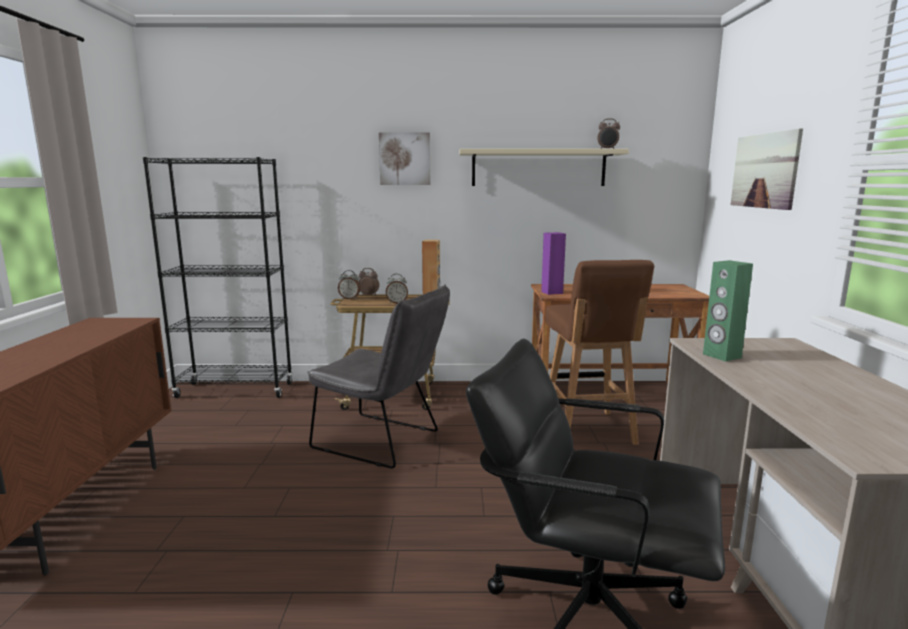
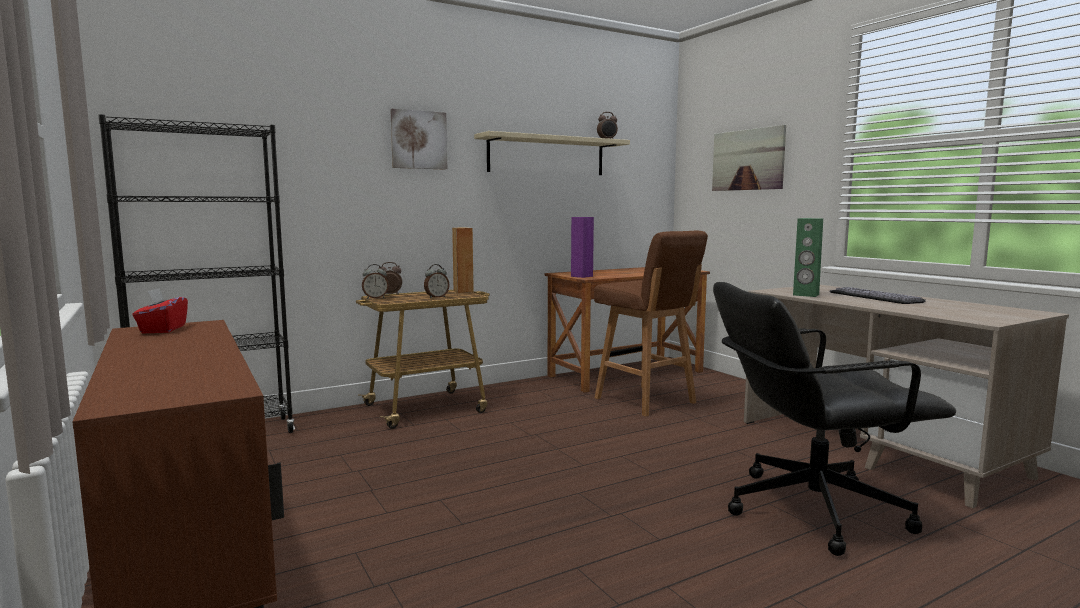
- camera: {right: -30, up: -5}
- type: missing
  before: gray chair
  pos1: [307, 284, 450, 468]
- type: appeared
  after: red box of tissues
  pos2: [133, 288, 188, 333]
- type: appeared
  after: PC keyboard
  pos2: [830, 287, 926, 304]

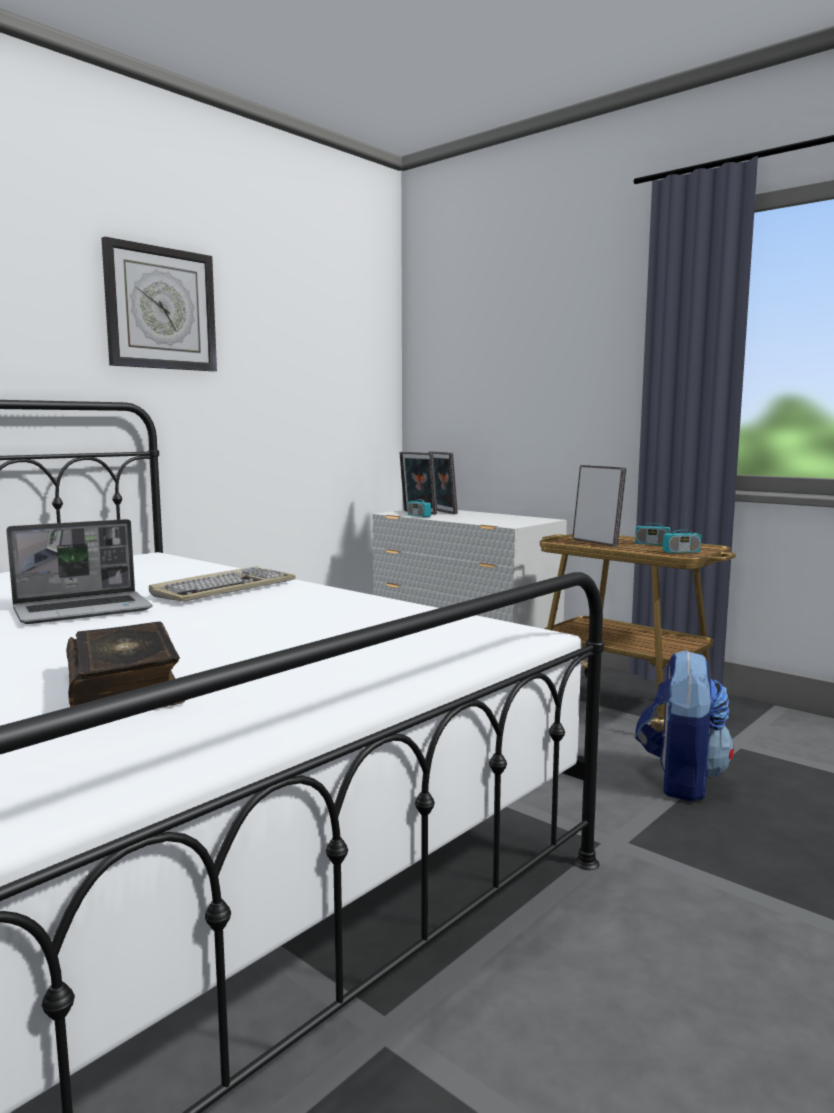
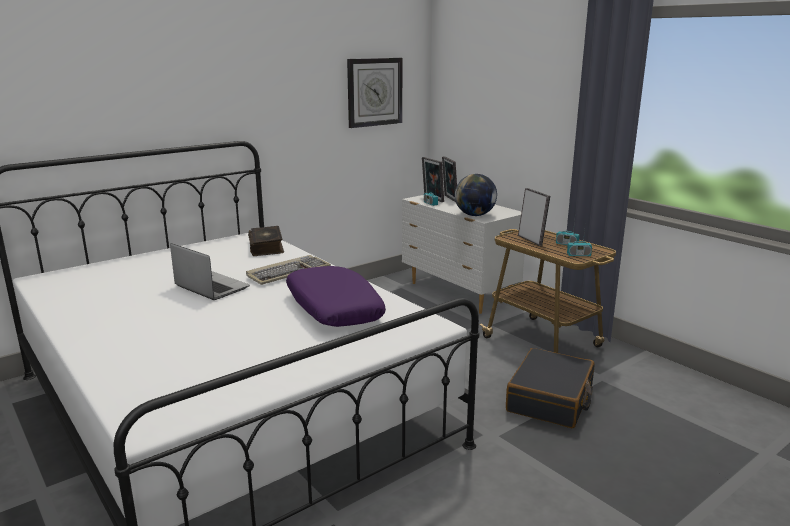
- camera: {right: 10, up: 10}
- type: spun
  before: notebook computer
  pos1: [6, 519, 153, 624]
  pos2: [170, 243, 250, 300]
  turn: -120
- type: relocated
  before: bound book
  pos1: [66, 622, 185, 707]
  pos2: [248, 226, 284, 256]
- type: relocated
  before: hanging clock
  pos1: [101, 237, 217, 371]
  pos2: [347, 58, 402, 128]
- type: exchanged
  before: rucksack
  after: black suitcase
  pos1: [635, 649, 734, 801]
  pos2: [506, 348, 594, 428]
- type: appeared
  after: purple throw pillow
  pos2: [286, 266, 386, 327]
- type: appeared
  after: world globe
  pos2: [455, 174, 497, 216]

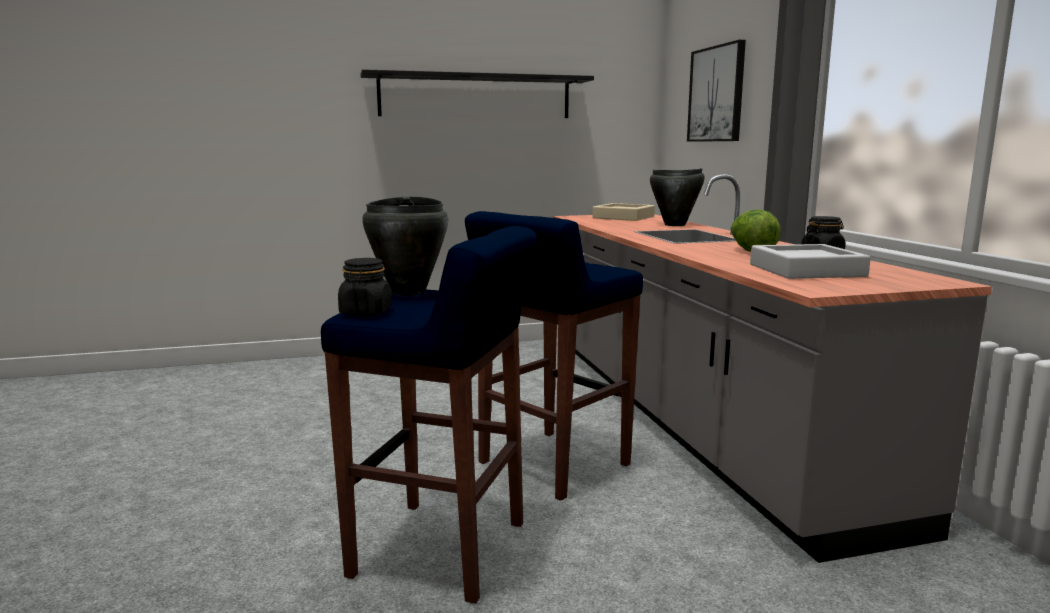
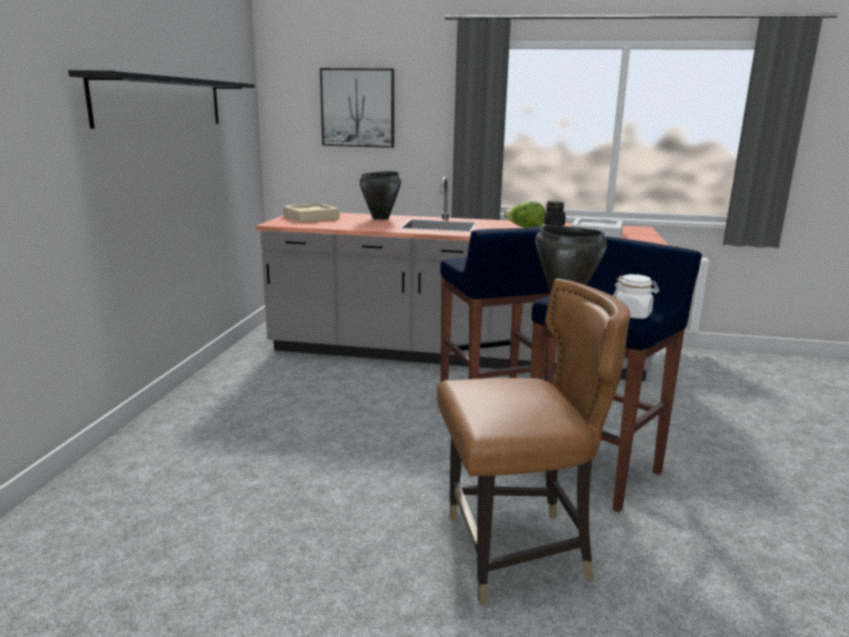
- camera: {right: -65, up: 5}
- type: colour
  before: black jar
  after: white jar
  pos1: [338, 258, 392, 316]
  pos2: [613, 274, 659, 319]
- type: appeared
  after: brown chair
  pos2: [437, 279, 630, 604]

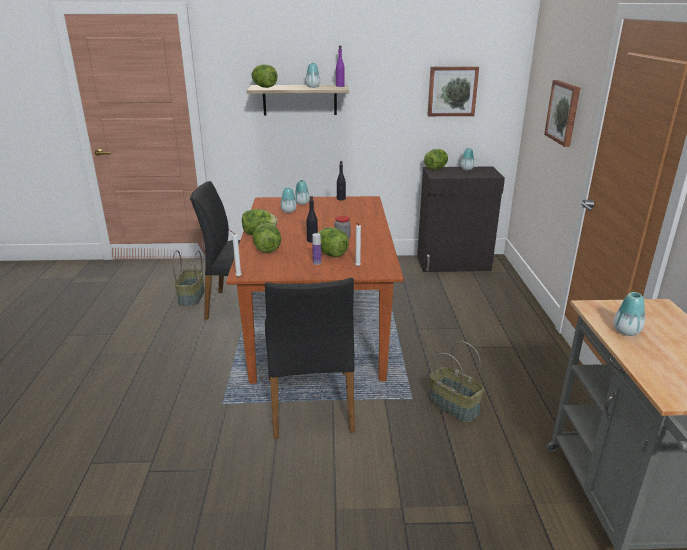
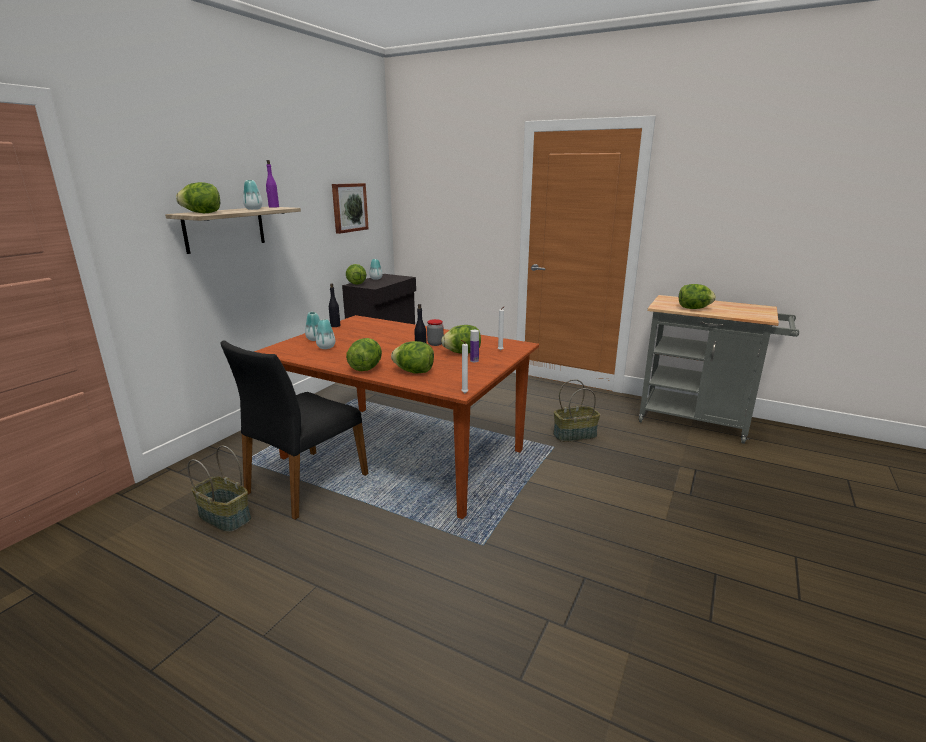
- camera: {right: -60, up: -5}
- type: missing
  before: black chair
  pos1: [265, 278, 355, 439]
- type: missing
  before: wall picture
  pos1: [544, 80, 580, 147]
- type: exchanged
  before: decorative vase
  after: head of lettuce
  pos1: [613, 292, 645, 336]
  pos2: [679, 284, 716, 309]

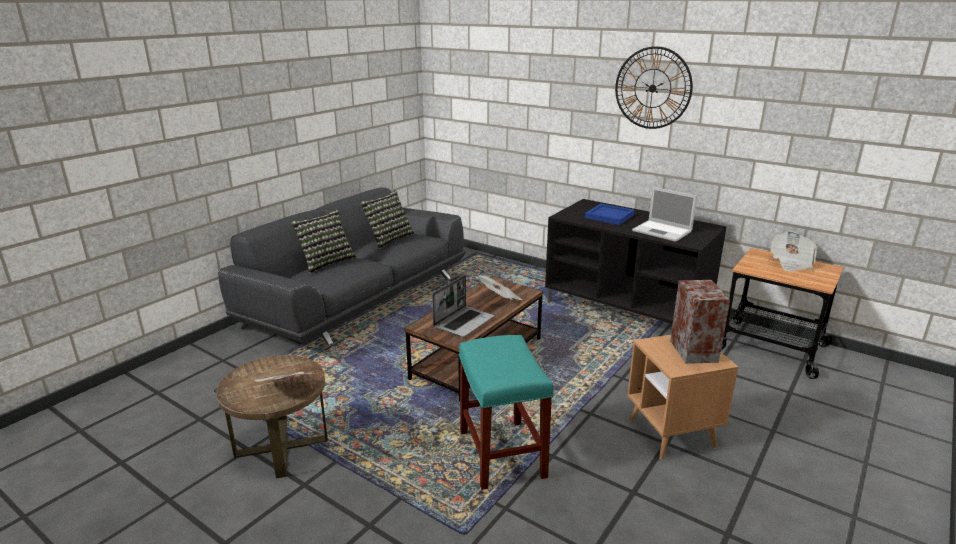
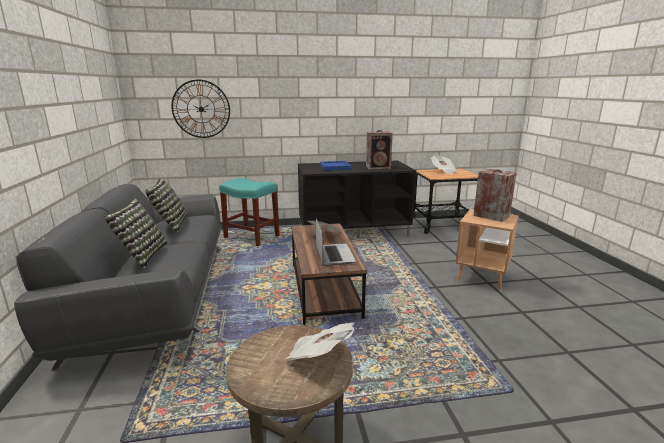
- camera: {right: -45, up: -5}
- type: relocated
  before: turquoise sitting stool
  pos1: [459, 335, 554, 490]
  pos2: [219, 178, 280, 246]
- type: relocated
  before: hanging clock
  pos1: [615, 46, 693, 129]
  pos2: [171, 79, 230, 138]
- type: exchanged
  before: notebook computer
  after: speaker
  pos1: [632, 187, 697, 242]
  pos2: [366, 130, 393, 169]

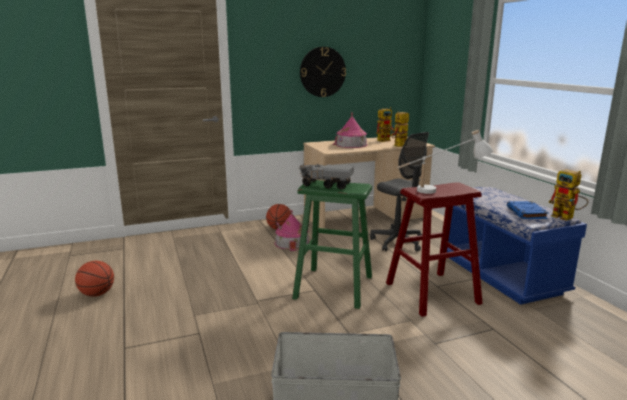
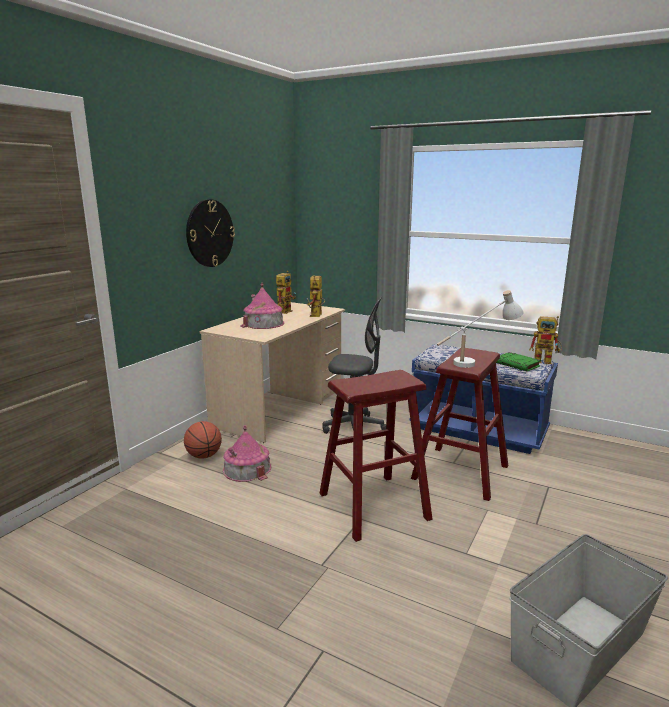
- camera: {right: -40, up: 0}
- type: missing
  before: basketball
  pos1: [75, 261, 114, 297]
- type: colour
  before: green-coloured sitting stool
  after: red sitting stool
  pos1: [292, 180, 372, 309]
  pos2: [320, 370, 432, 542]
- type: missing
  before: model truck
  pos1: [300, 164, 354, 190]
- type: colour
  before: blue bound book
  after: green-coloured bound book
  pos1: [507, 201, 549, 219]
  pos2: [496, 352, 541, 372]

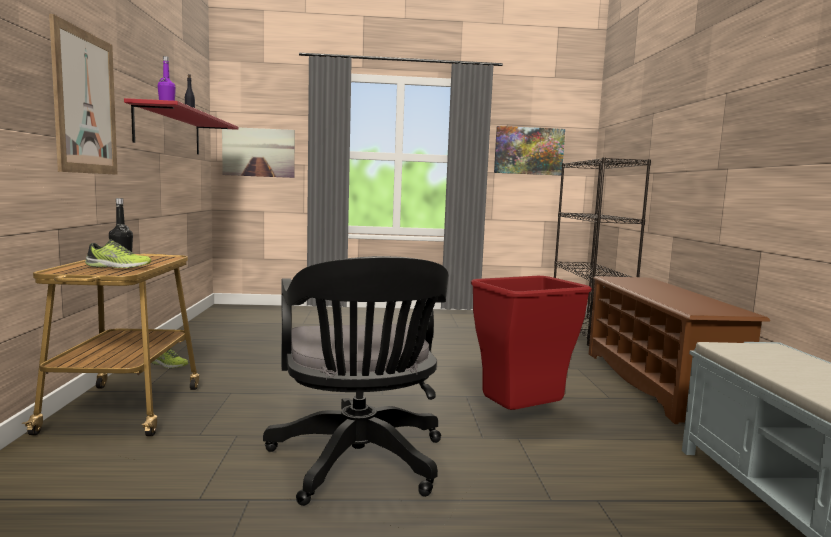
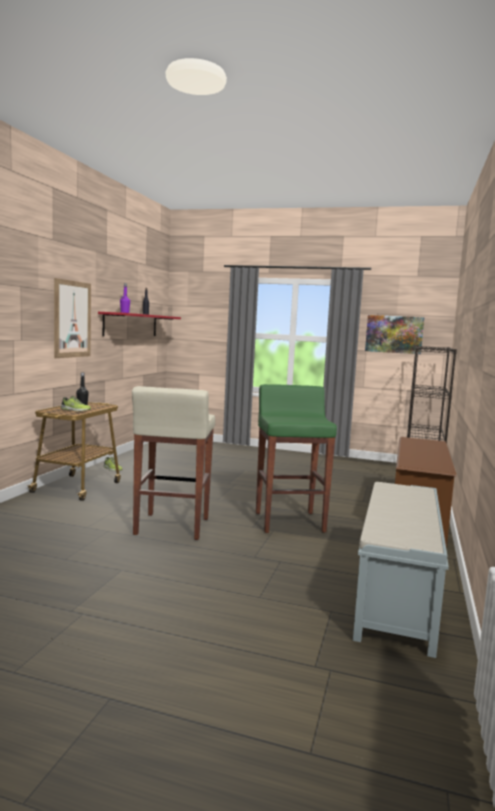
- camera: {right: 20, up: 0}
- type: missing
  before: wall picture
  pos1: [222, 127, 295, 178]
- type: exchanged
  before: black computer chair
  after: beige-coloured sitting stool
  pos1: [263, 256, 449, 506]
  pos2: [132, 386, 215, 540]
- type: exchanged
  before: red rubbish bin
  after: green-coloured sitting stool
  pos1: [471, 276, 592, 410]
  pos2: [256, 384, 337, 533]

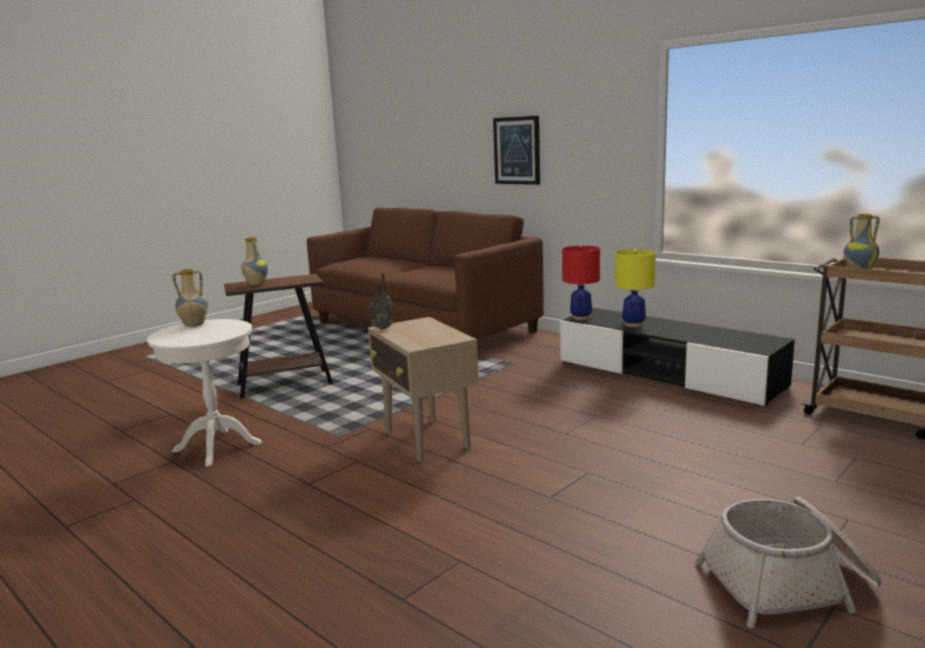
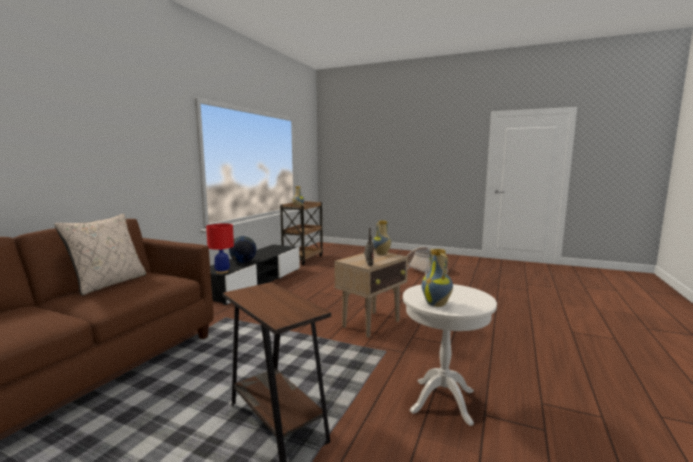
- camera: {right: -110, up: -5}
- type: relocated
  before: decorative vase
  pos1: [241, 237, 268, 286]
  pos2: [373, 221, 391, 255]
- type: missing
  before: wall picture
  pos1: [493, 116, 540, 185]
- type: exchanged
  before: yellowish tabletop lamp
  after: world globe
  pos1: [615, 249, 656, 327]
  pos2: [229, 236, 257, 263]
- type: appeared
  after: beige-coloured throw pillow
  pos2: [54, 214, 146, 296]

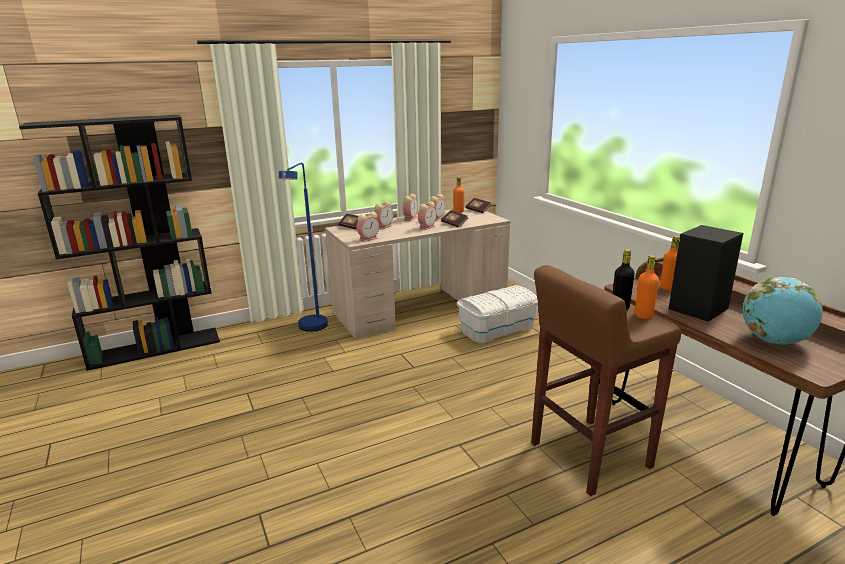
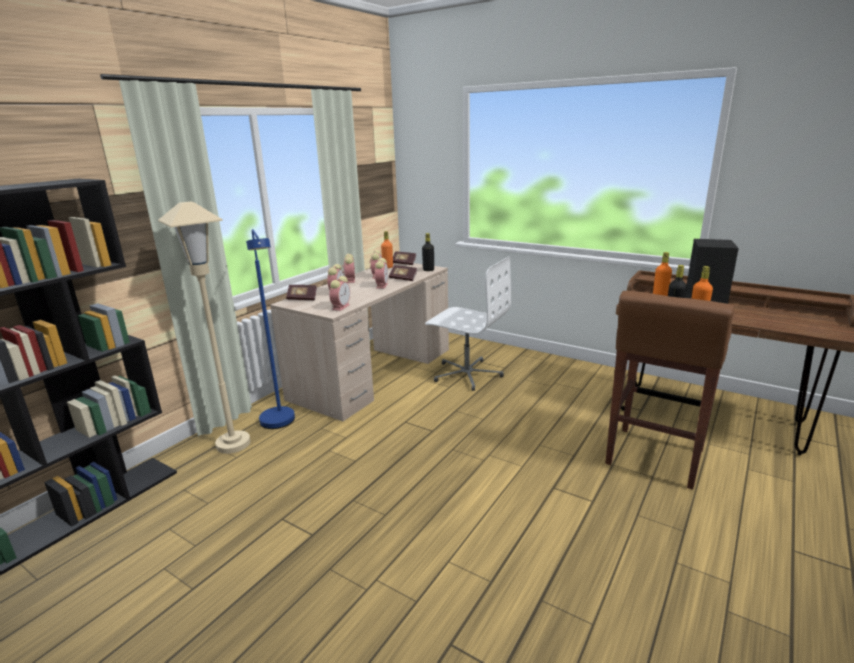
- camera: {right: -30, up: 0}
- type: exchanged
  before: white storage bin
  after: white computer chair
  pos1: [457, 285, 538, 344]
  pos2: [425, 256, 511, 391]
- type: missing
  before: world globe
  pos1: [743, 277, 823, 345]
- type: appeared
  after: beige-coloured standard lamp
  pos2: [158, 202, 250, 454]
- type: appeared
  after: black drink bottle
  pos2: [422, 233, 434, 271]

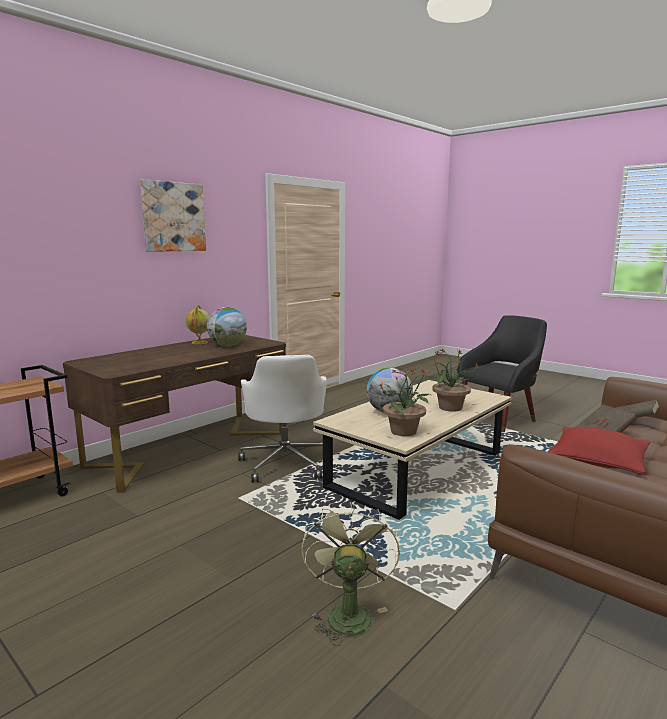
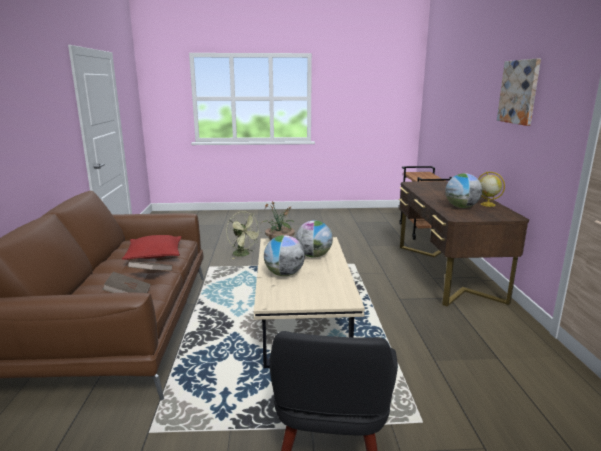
- camera: {right: 135, up: 5}
- type: missing
  before: white computer chair
  pos1: [238, 355, 327, 483]
- type: exchanged
  before: plant in a pot
  after: world globe
  pos1: [423, 349, 479, 412]
  pos2: [264, 235, 305, 276]

